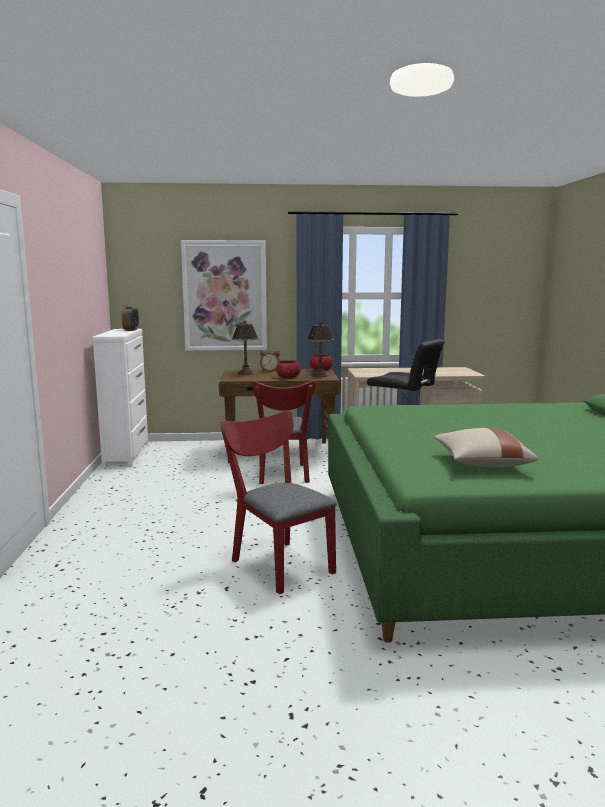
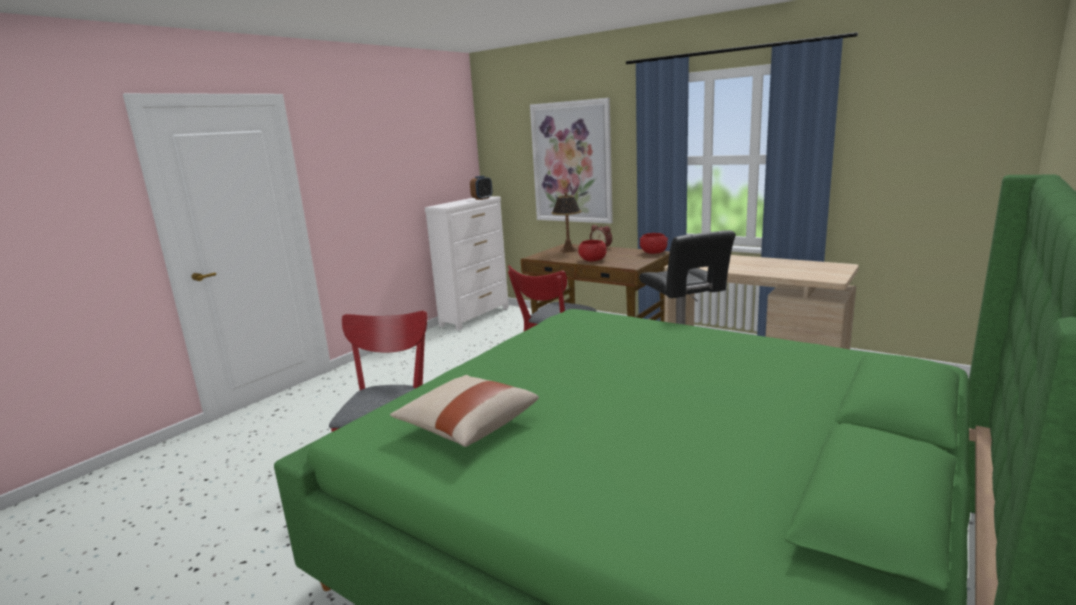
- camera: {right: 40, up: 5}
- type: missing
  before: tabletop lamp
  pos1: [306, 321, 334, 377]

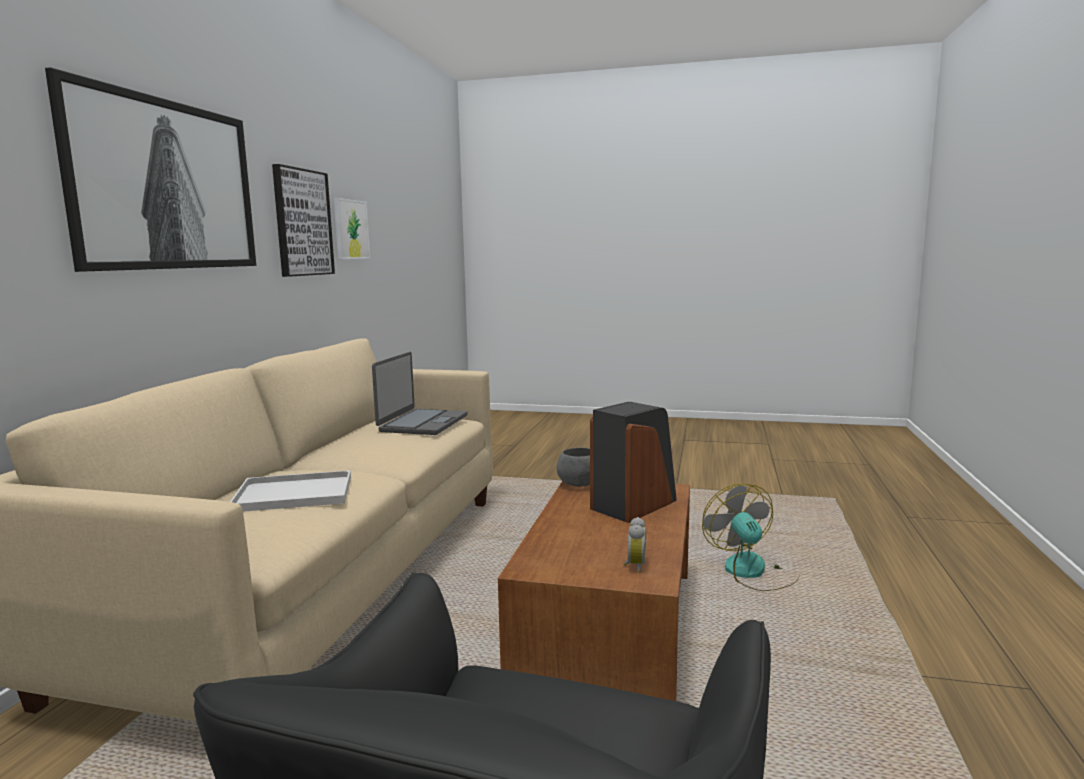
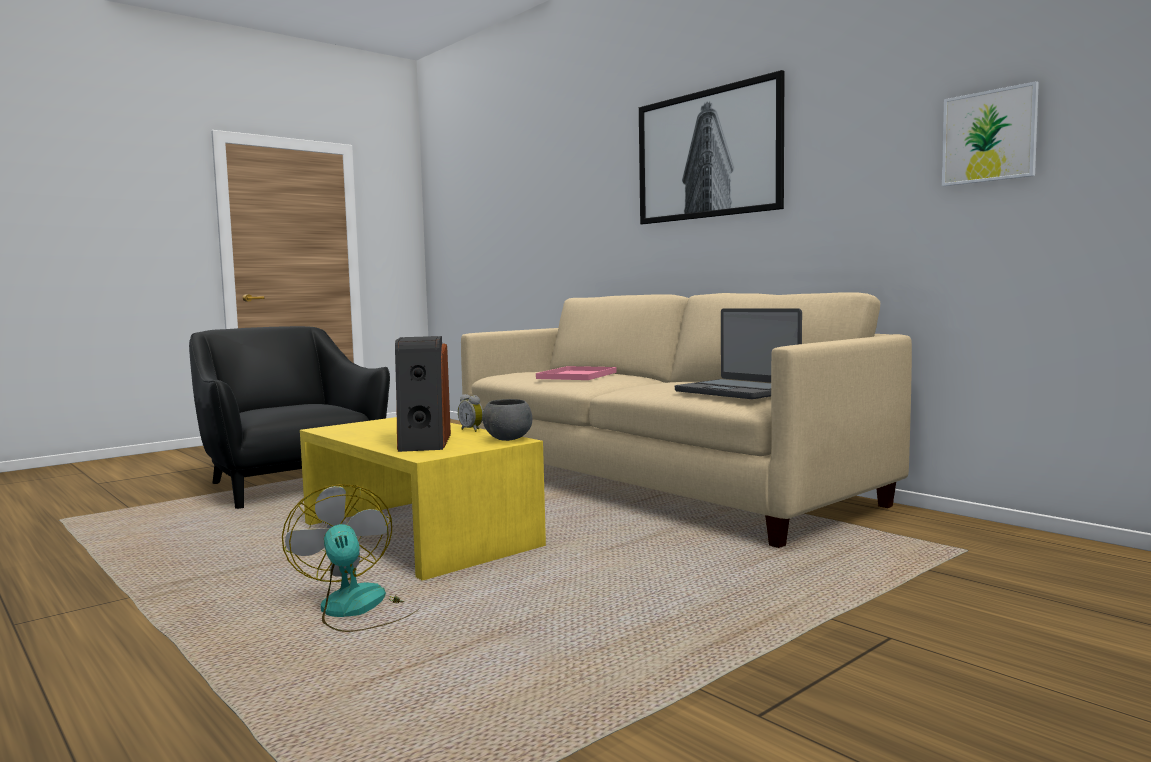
- camera: {right: 125, up: -5}
- type: colour
  before: white serving tray
  after: pink serving tray
  pos1: [230, 470, 351, 512]
  pos2: [536, 366, 617, 380]
- type: missing
  before: wall picture
  pos1: [272, 164, 335, 277]
- type: colour
  before: brown low table
  after: yellowish low table
  pos1: [498, 481, 690, 701]
  pos2: [300, 417, 546, 581]
- type: relocated
  before: bedside clock
  pos1: [624, 517, 646, 573]
  pos2: [458, 394, 483, 432]
- type: spun
  before: electric fan
  pos1: [702, 484, 799, 591]
  pos2: [282, 484, 421, 632]
  turn: -135

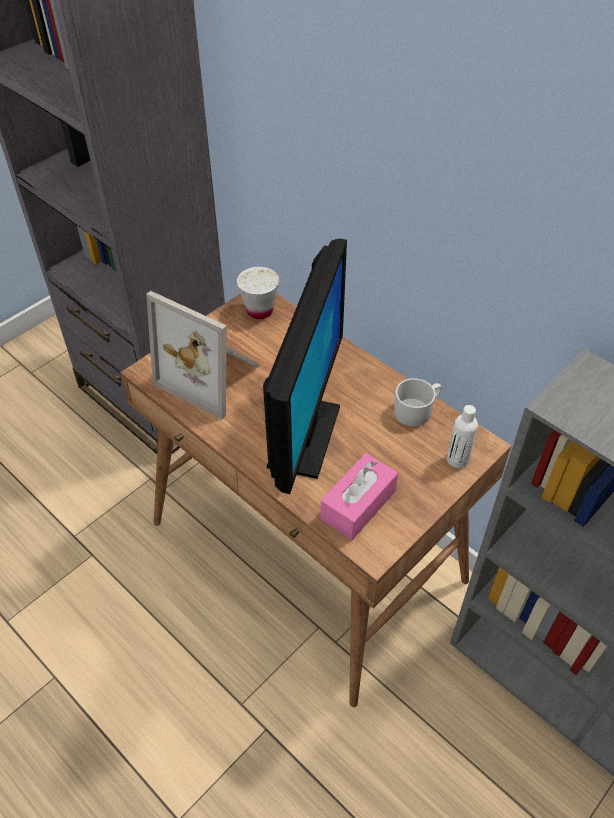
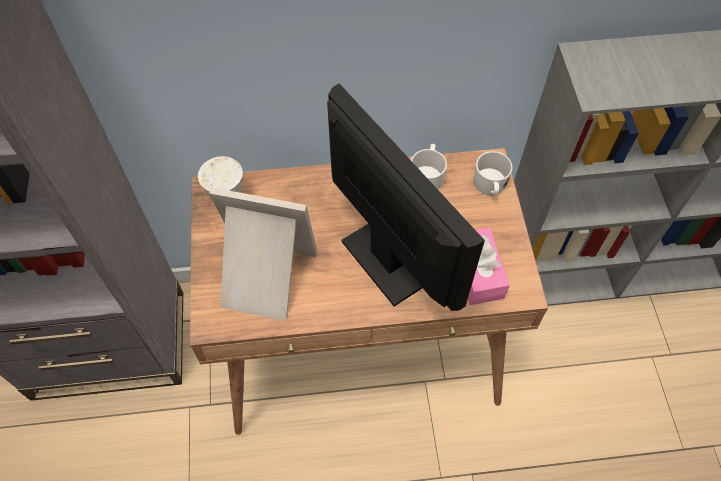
- camera: {right: -50, up: 10}
- type: spun
  before: photo frame
  pos1: [146, 291, 260, 420]
  pos2: [209, 187, 317, 321]
  turn: -150
- type: exchanged
  before: white drink bottle
  after: white tea mug
  pos1: [447, 405, 478, 468]
  pos2: [473, 151, 513, 195]

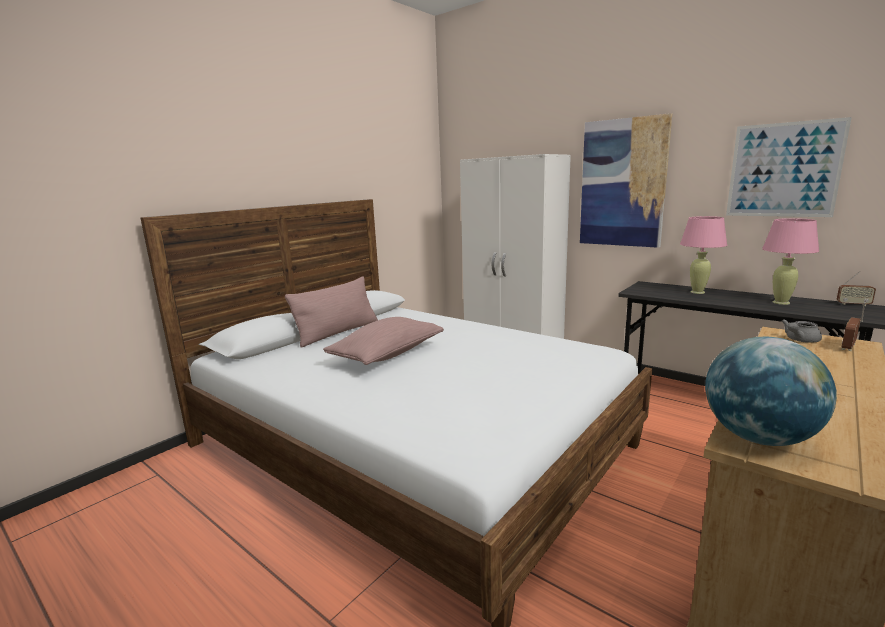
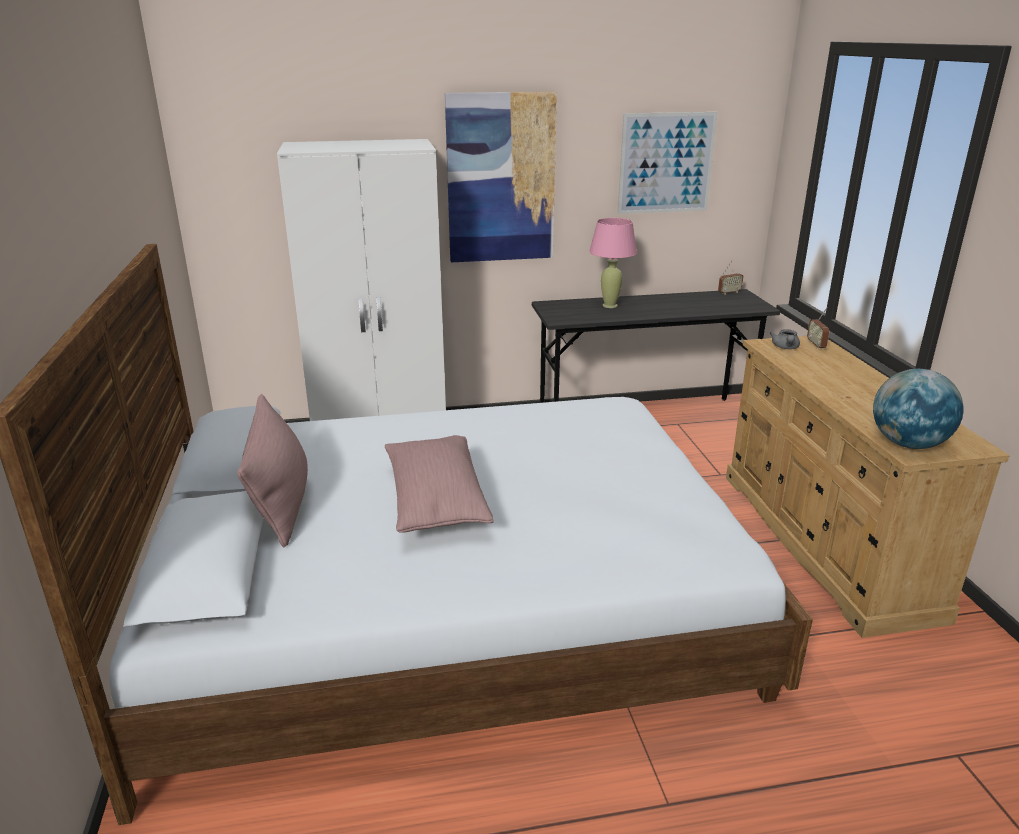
- camera: {right: -50, up: 10}
- type: missing
  before: pink tabletop lamp
  pos1: [762, 218, 819, 305]

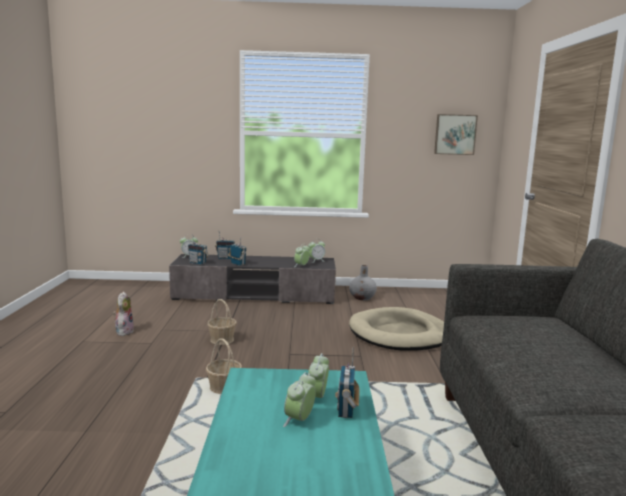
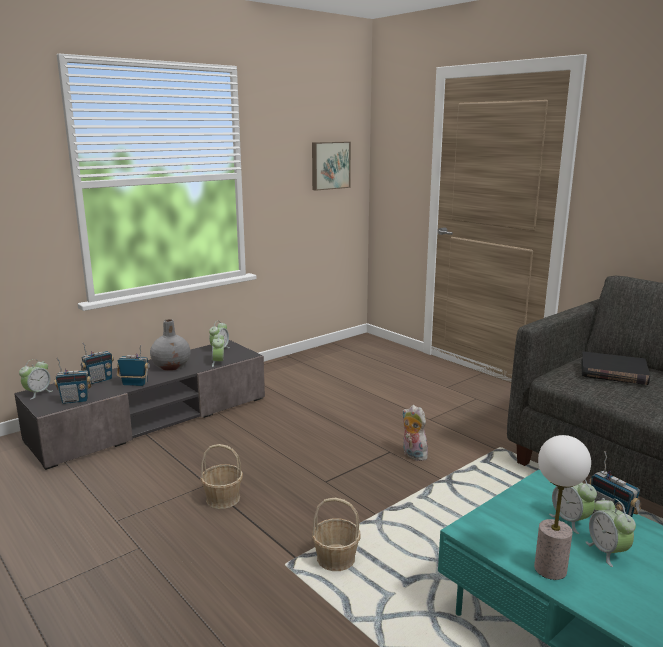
- camera: {right: -40, up: 5}
- type: relocated
  before: cuddly toy
  pos1: [113, 291, 134, 336]
  pos2: [402, 405, 430, 461]
- type: relocated
  before: gray decorative vase
  pos1: [349, 265, 377, 300]
  pos2: [150, 319, 191, 371]
- type: missing
  before: beige-coloured dog bed
  pos1: [349, 307, 444, 350]
- type: appeared
  after: tabletop lamp
  pos2: [534, 435, 591, 580]
- type: appeared
  after: black bound book
  pos2: [581, 352, 650, 385]

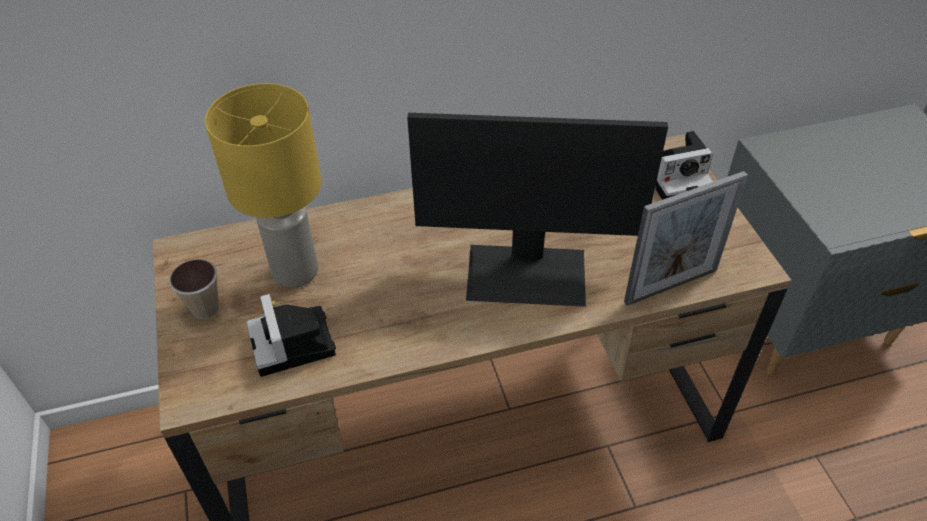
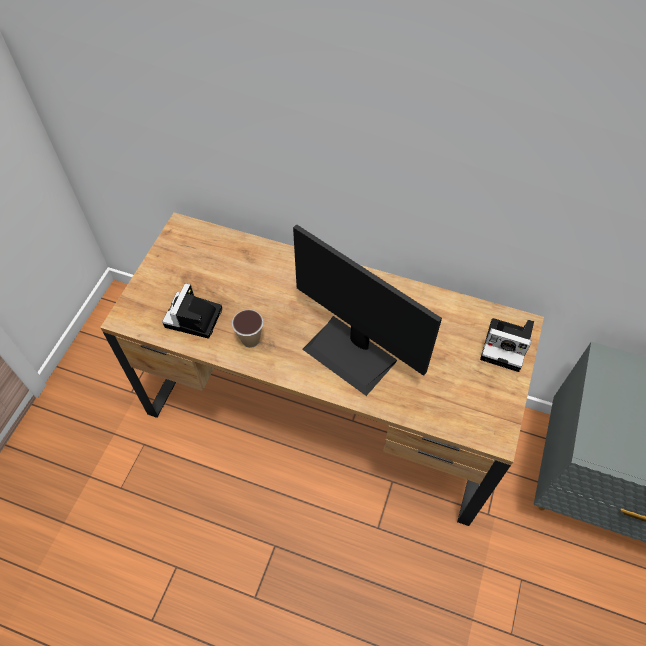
- camera: {right: 35, up: 10}
- type: relocated
  before: cup
  pos1: [169, 259, 219, 319]
  pos2: [232, 310, 263, 348]
- type: missing
  before: yellowish tabletop lamp
  pos1: [205, 83, 322, 288]
- type: missing
  before: photo frame
  pos1: [624, 171, 748, 306]

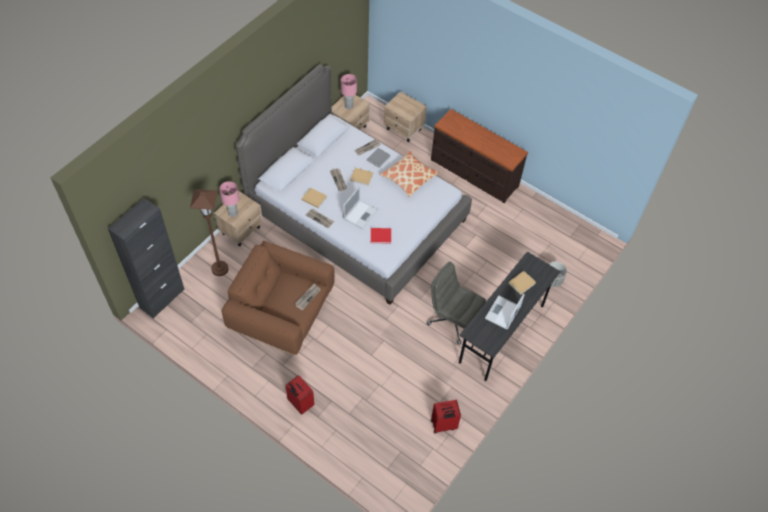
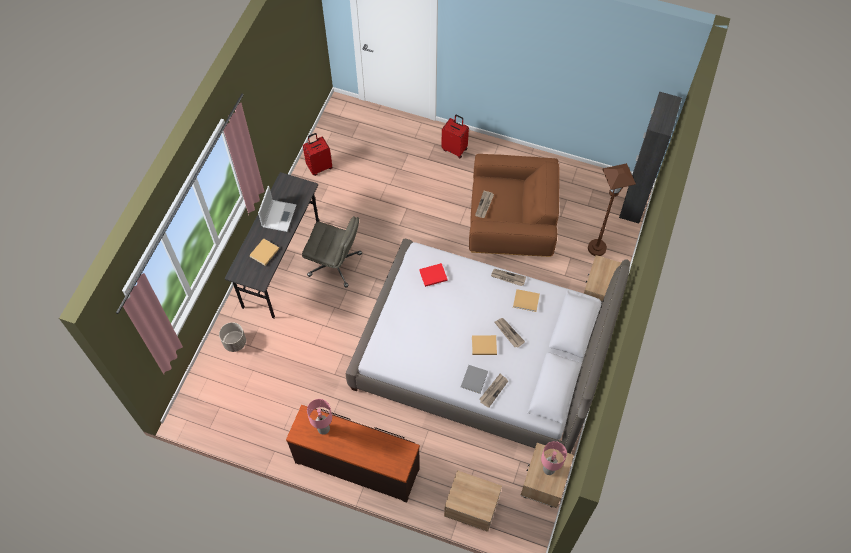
- camera: {right: 165, up: 5}
- type: relocated
  before: pink tabletop lamp
  pos1: [219, 181, 239, 217]
  pos2: [307, 399, 332, 435]
- type: missing
  before: notebook computer
  pos1: [343, 187, 378, 229]
- type: missing
  before: throw pillow
  pos1: [380, 151, 439, 197]

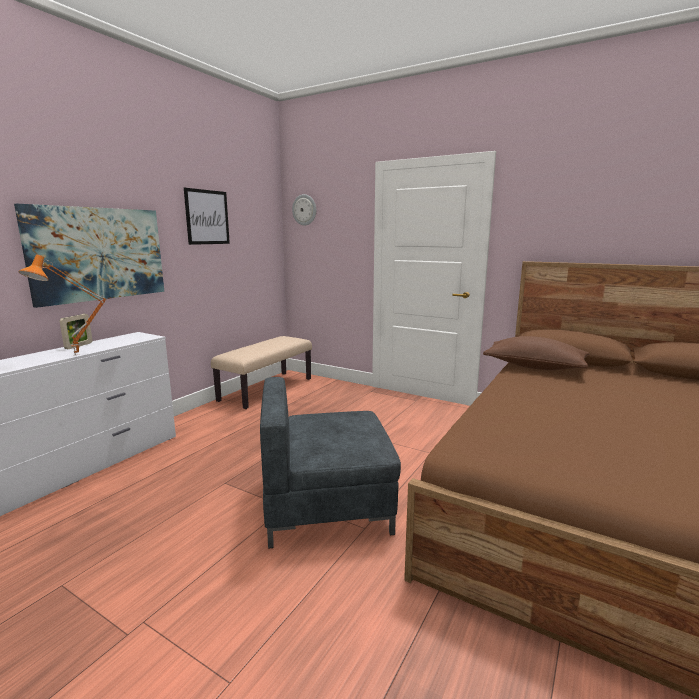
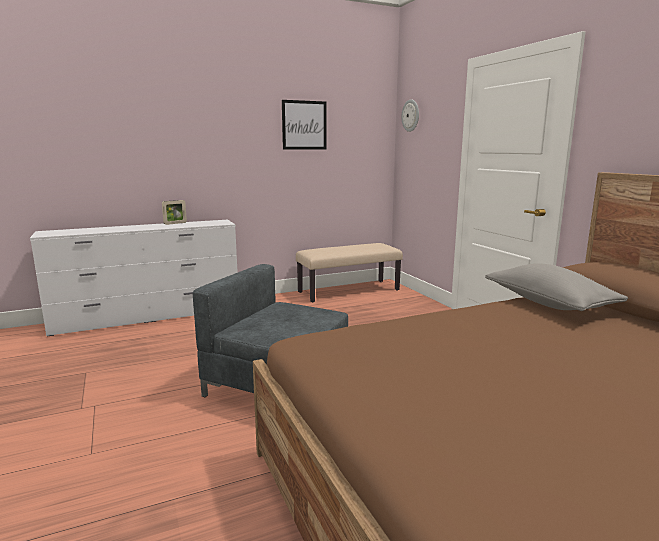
- camera: {right: 35, up: 0}
- type: missing
  before: wall picture
  pos1: [14, 204, 164, 308]
- type: missing
  before: orange tabletop lamp
  pos1: [18, 255, 107, 356]
- type: colour
  before: brown throw pillow
  after: gray throw pillow
  pos1: [483, 336, 590, 370]
  pos2: [485, 263, 628, 311]

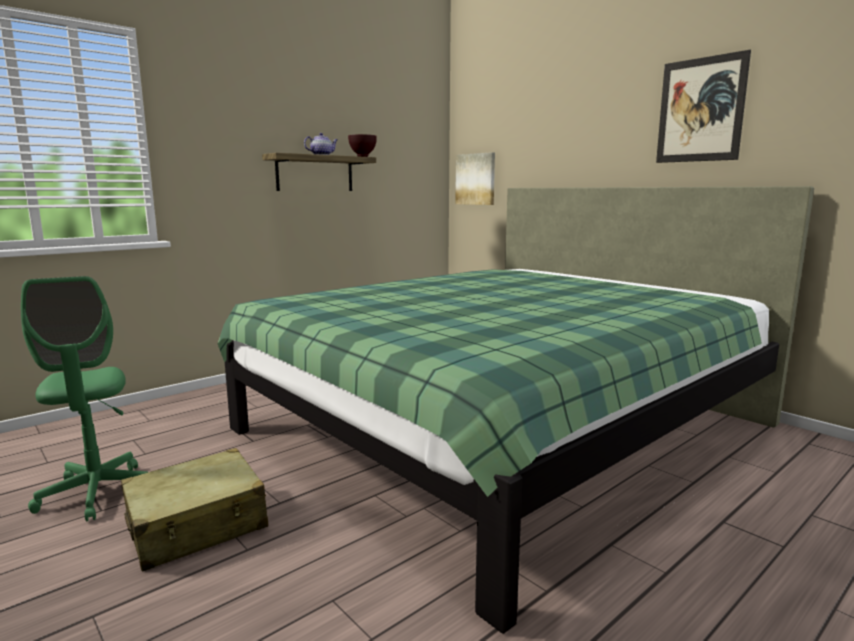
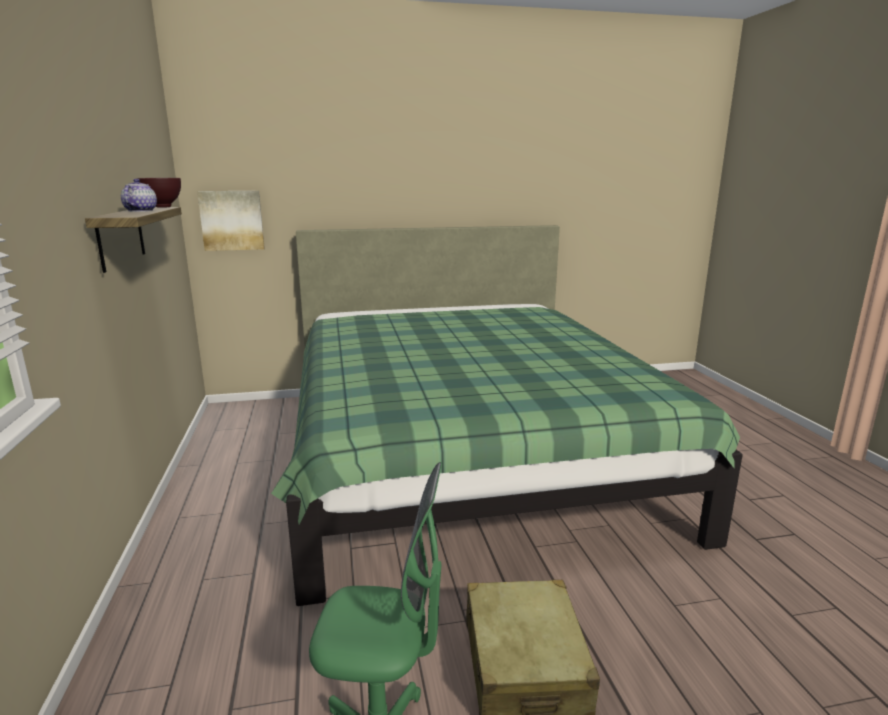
- camera: {right: -60, up: 5}
- type: missing
  before: wall picture
  pos1: [656, 50, 751, 163]

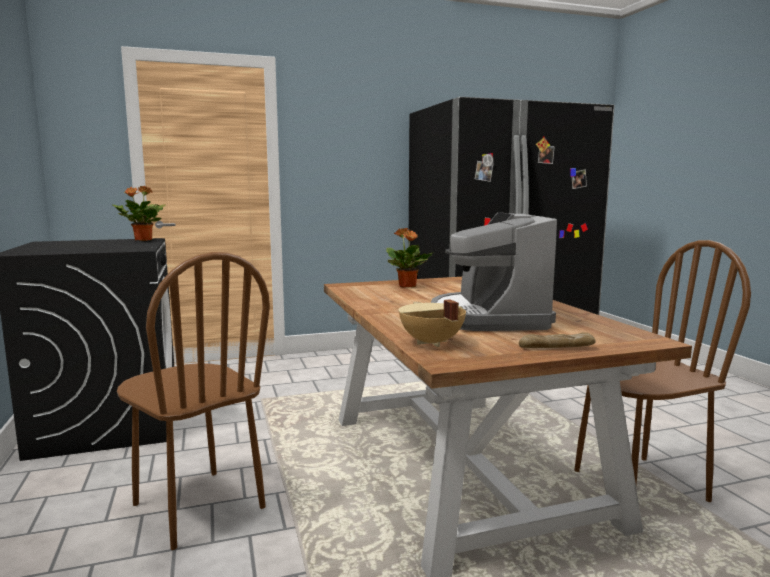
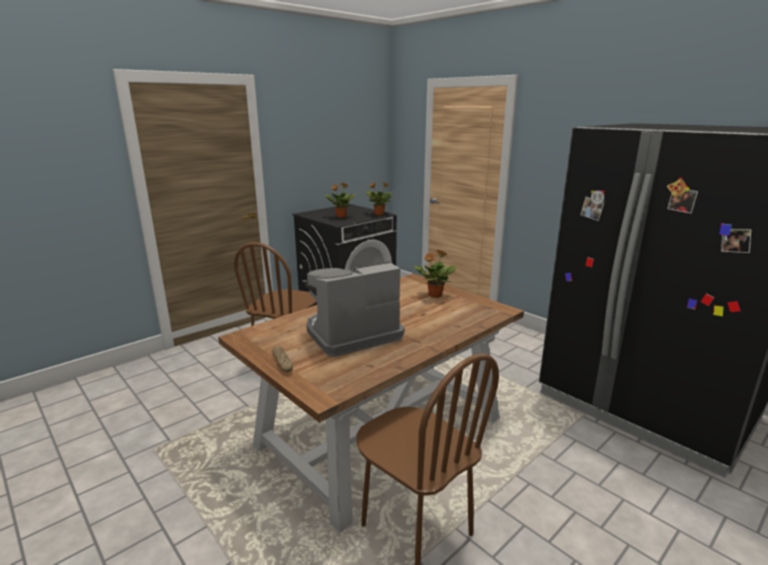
- camera: {right: 65, up: 10}
- type: missing
  before: beige-coloured cooking pot
  pos1: [399, 299, 466, 347]
- type: appeared
  after: plant in a pot
  pos2: [325, 183, 356, 218]

